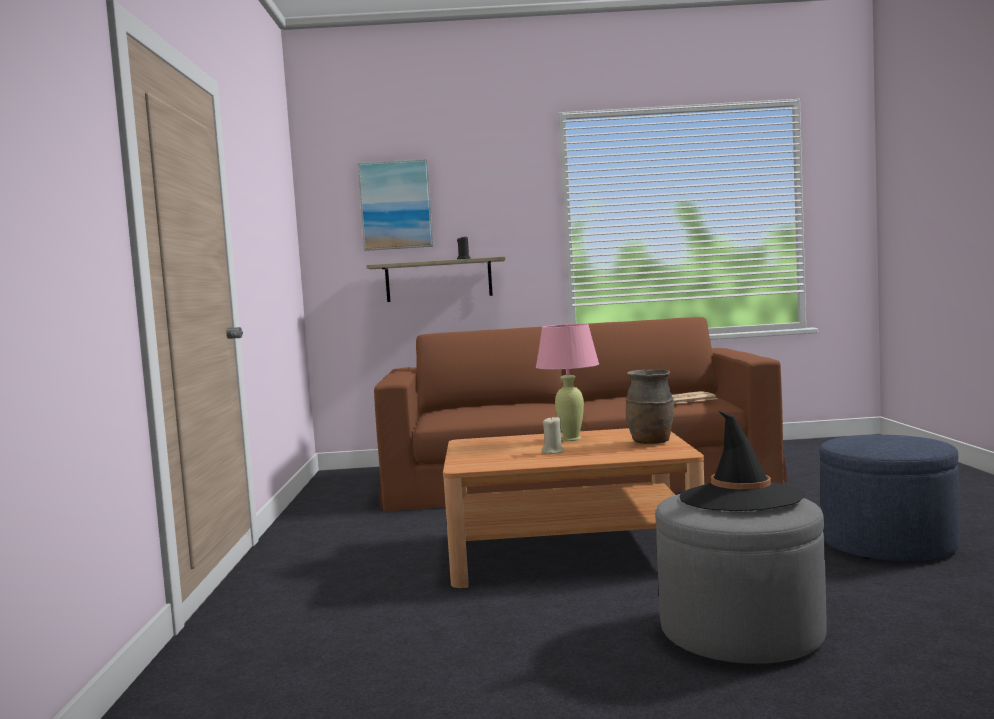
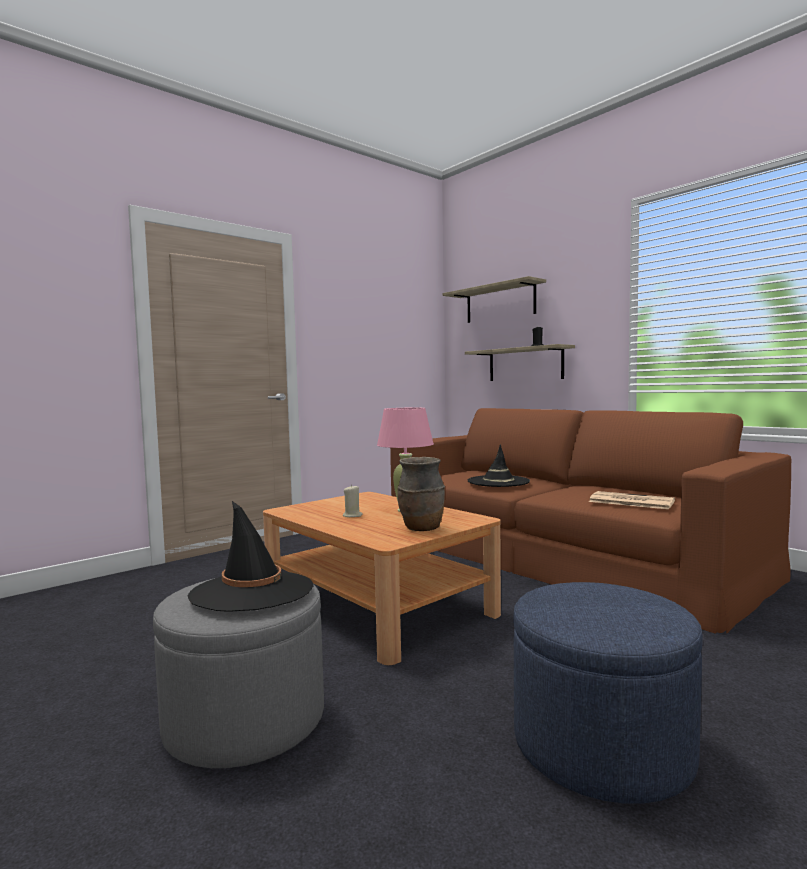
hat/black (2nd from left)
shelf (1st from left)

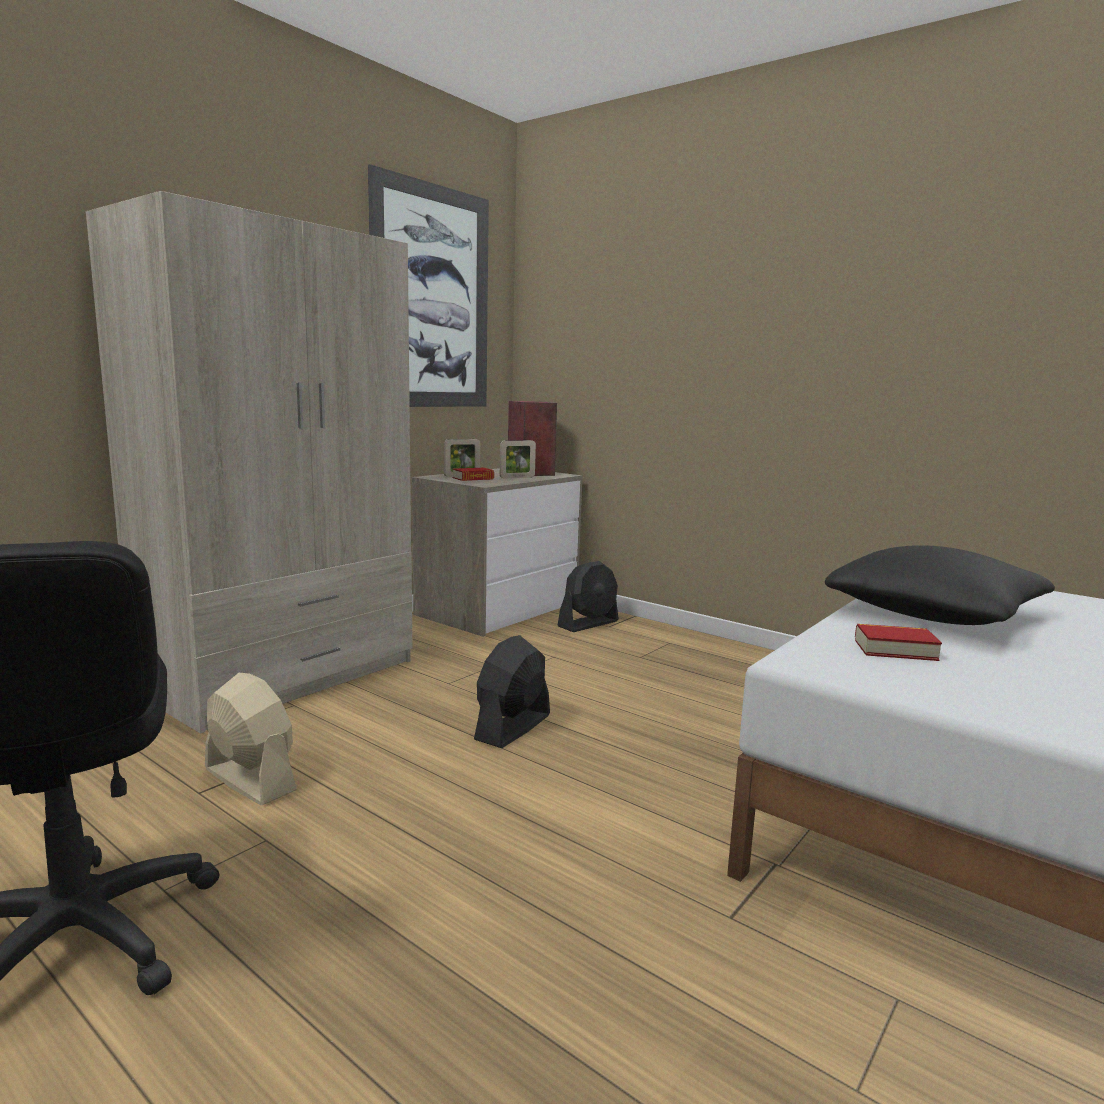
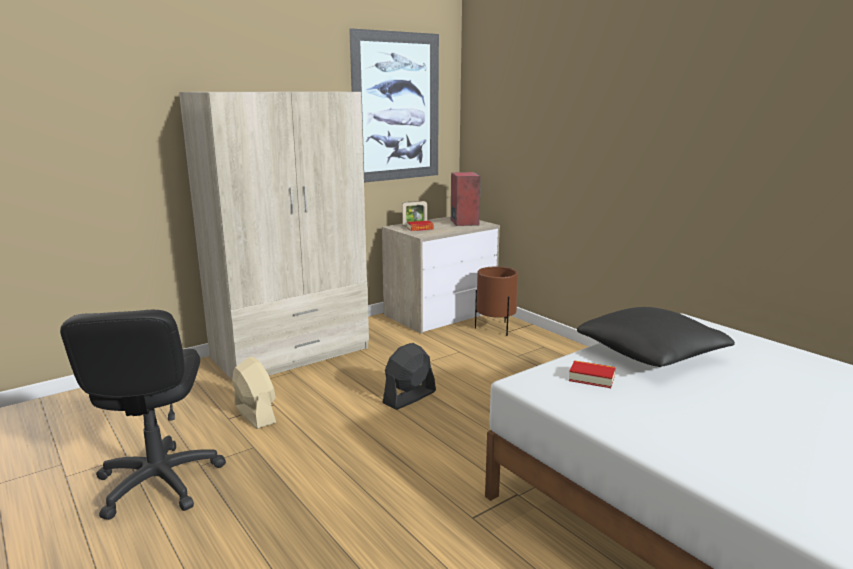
picture frame (2nd from left in the first image)
planter/brown

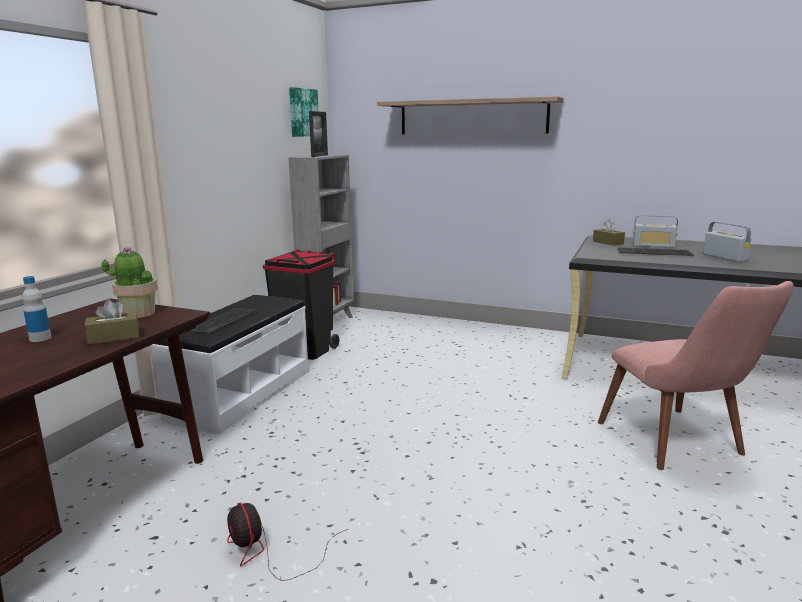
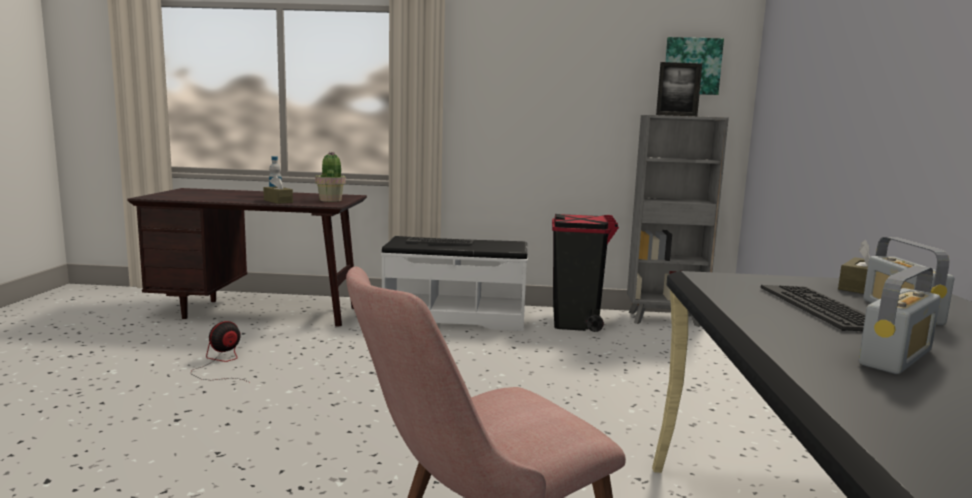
shelf

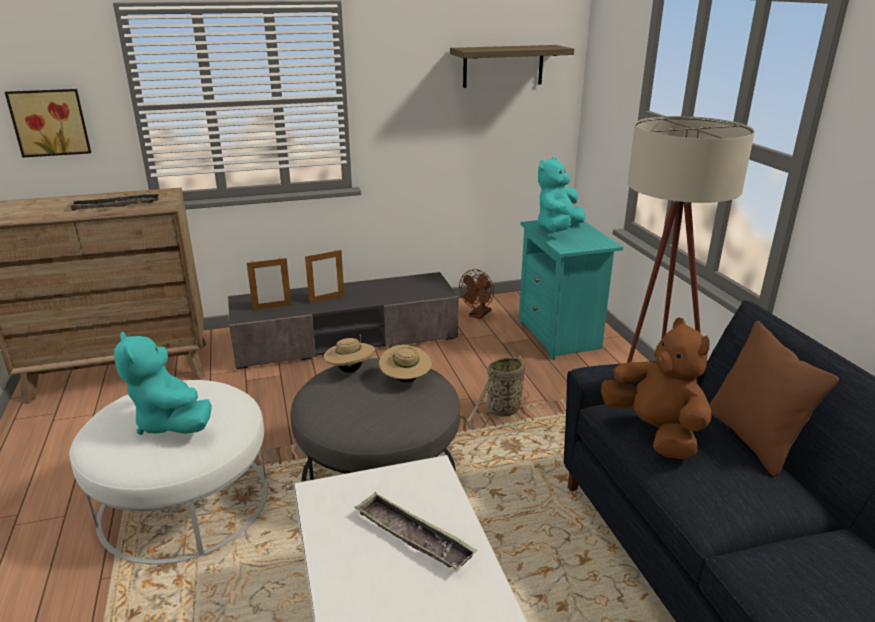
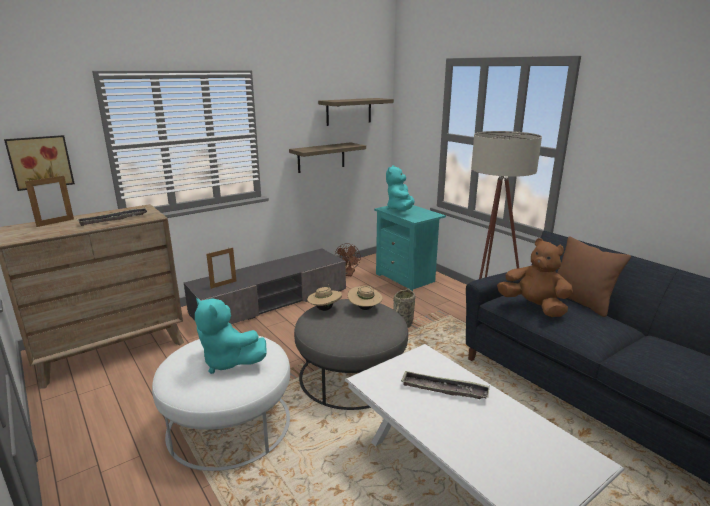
shelf (1st from left)
picture frame (1st from left)

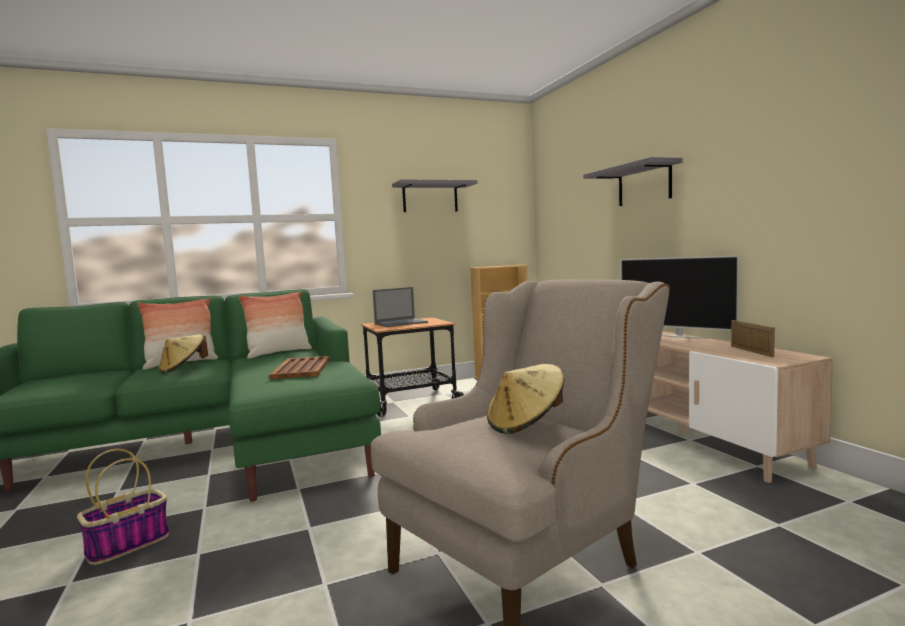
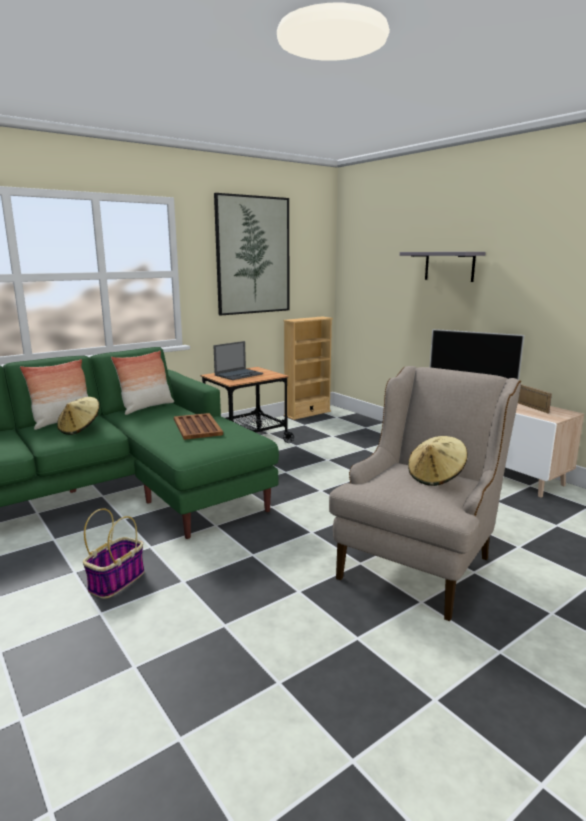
picture

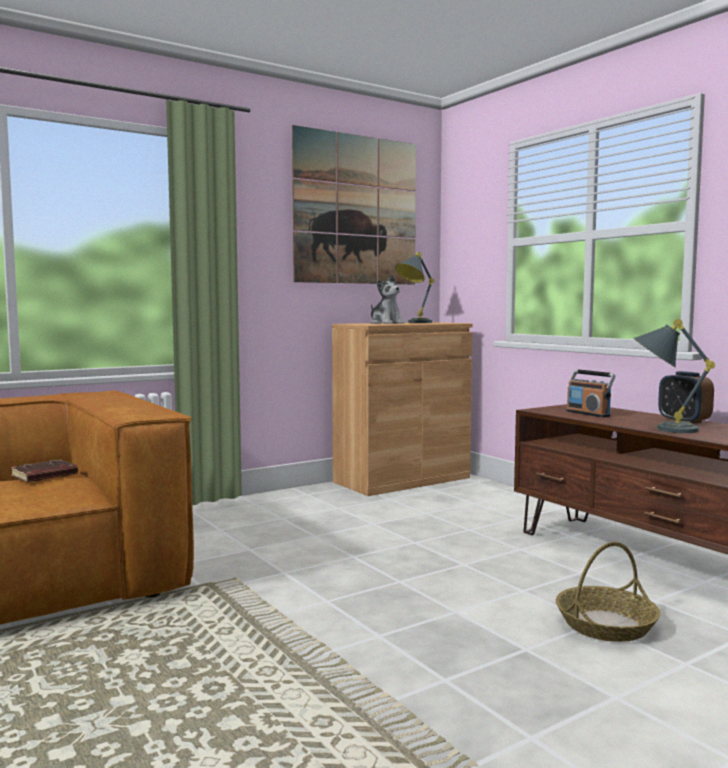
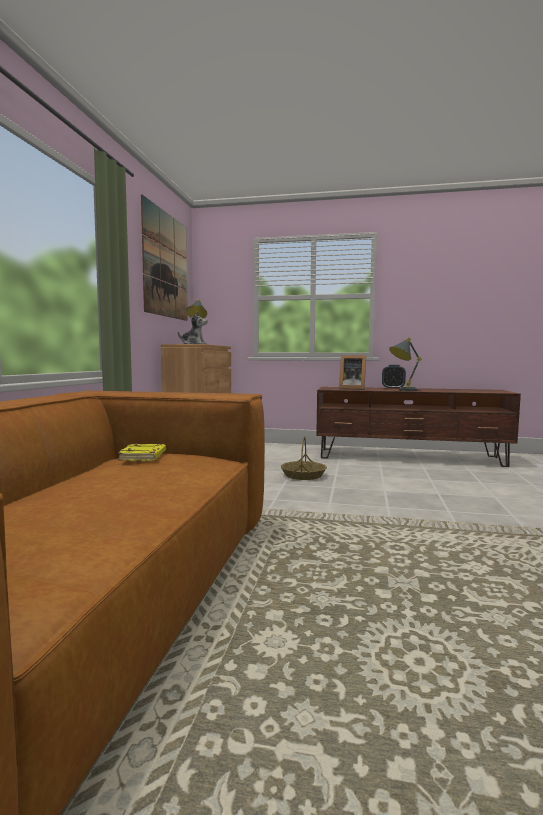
basket
picture frame
book/yellow

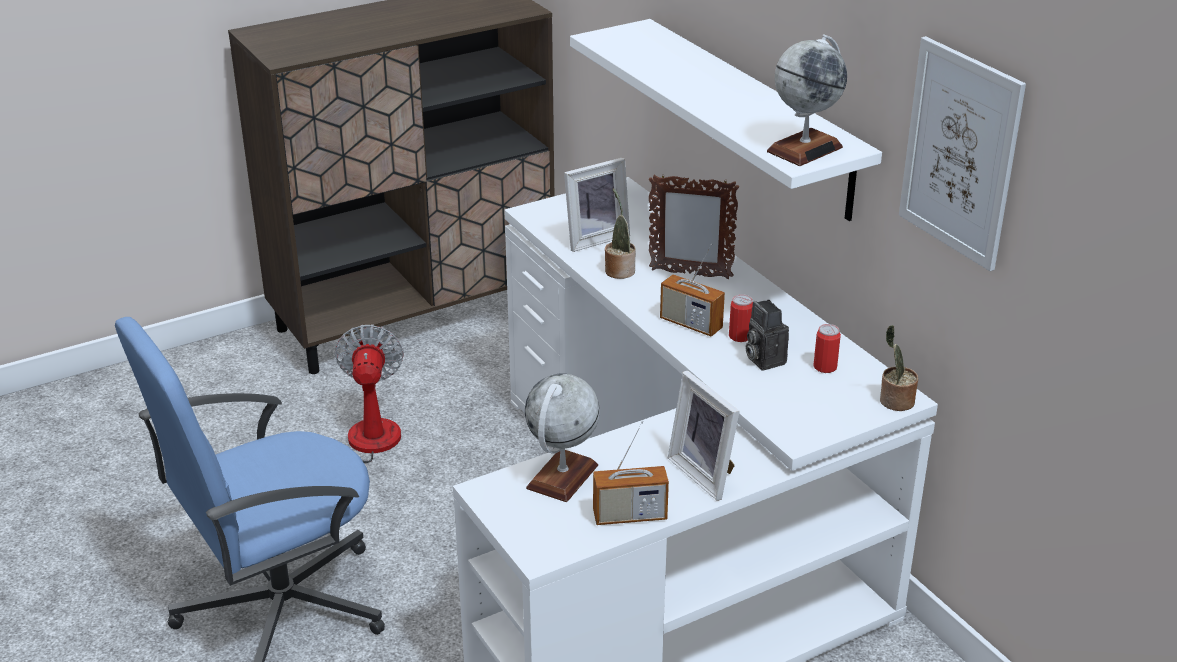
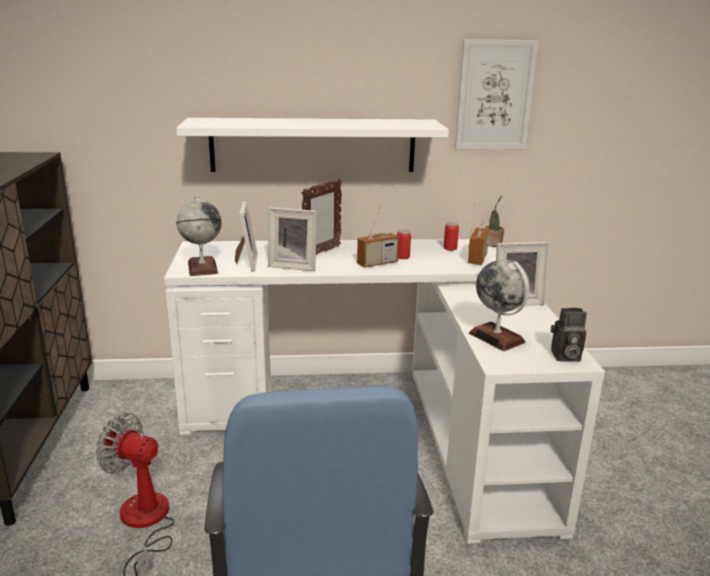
radio (2nd from left)
photo camera
globe (1st from left)
picture frame (2nd from left)

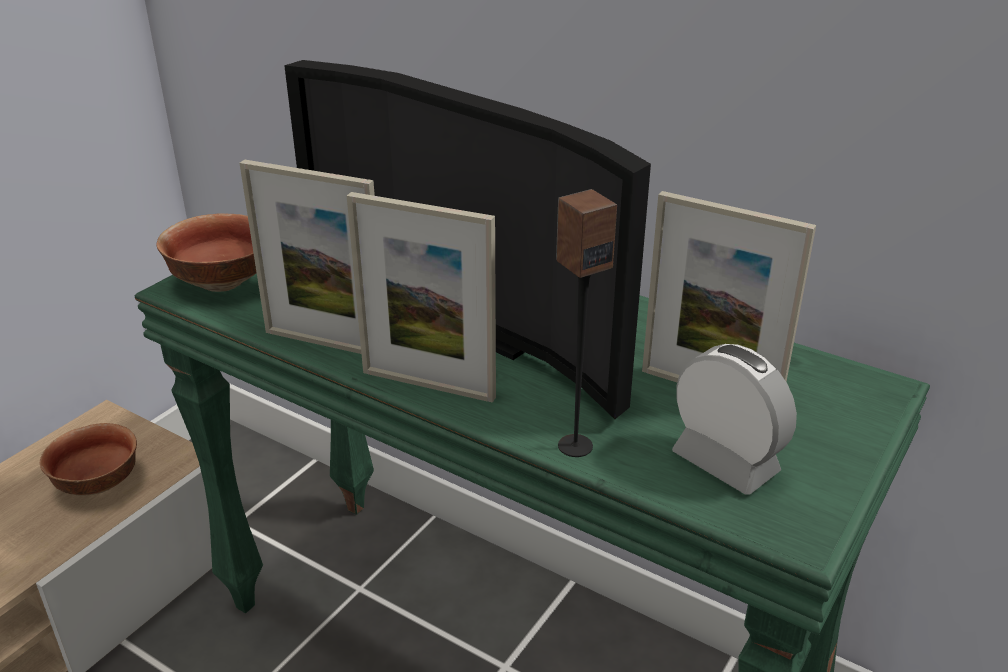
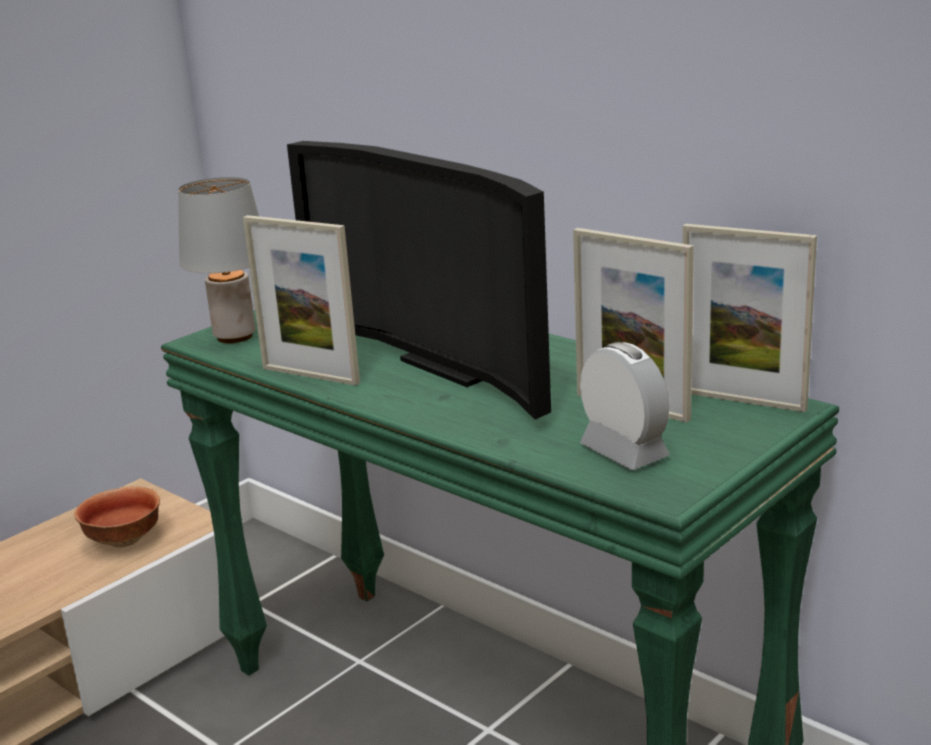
speaker
picture frame (3rd from left)
table lamp/grey

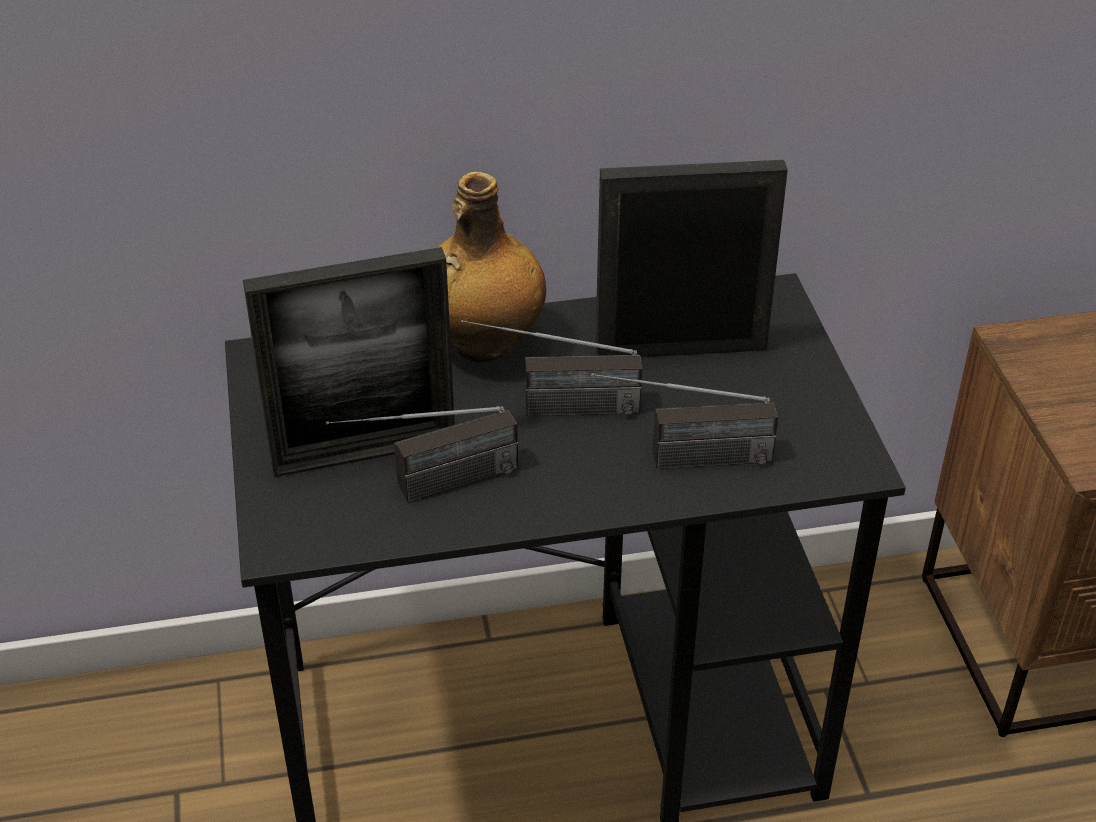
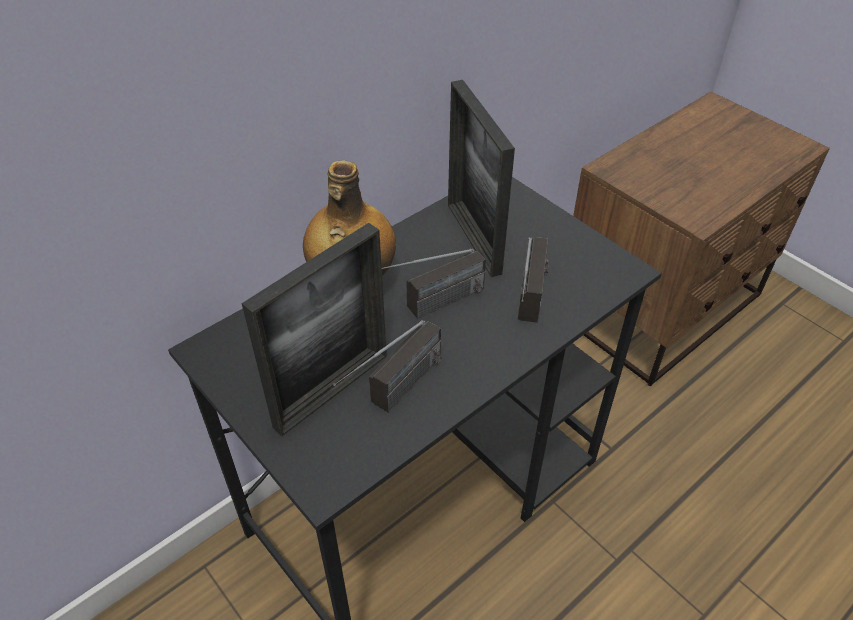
radio (3rd from left)
picture frame (2nd from left)

